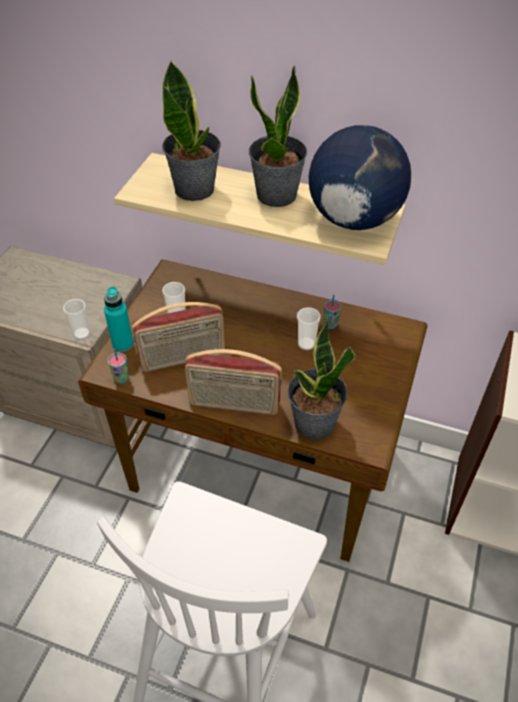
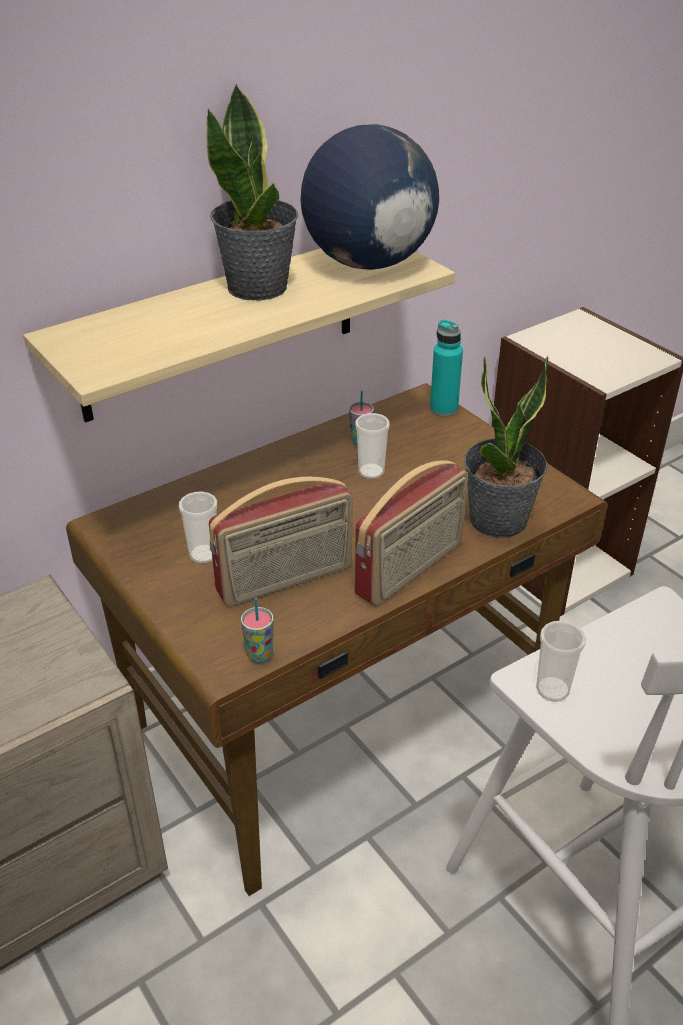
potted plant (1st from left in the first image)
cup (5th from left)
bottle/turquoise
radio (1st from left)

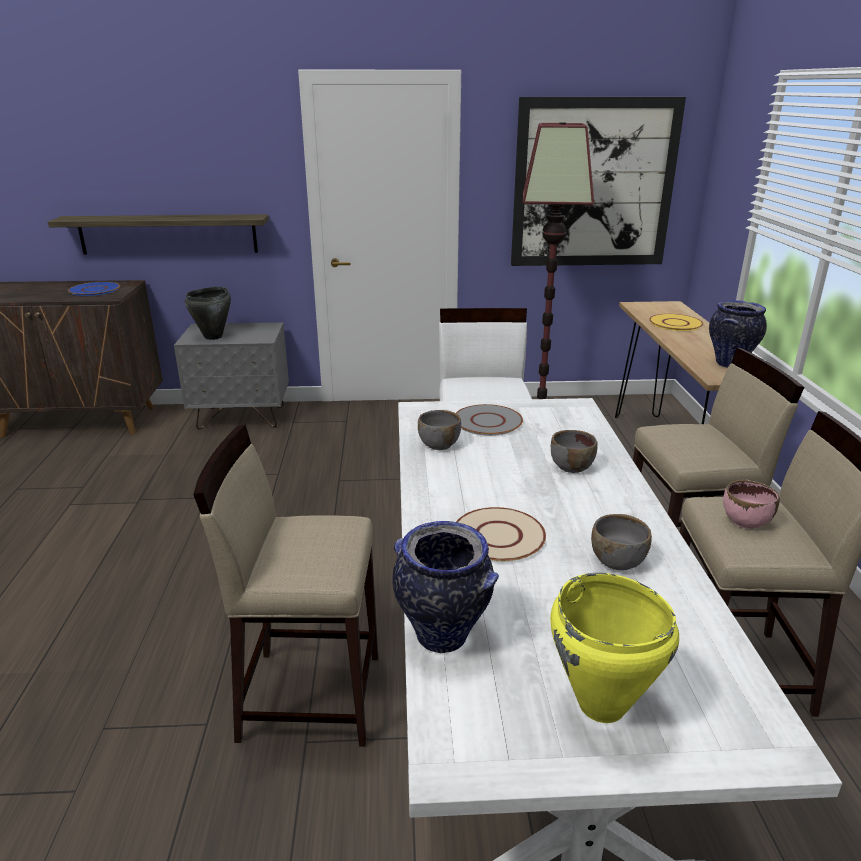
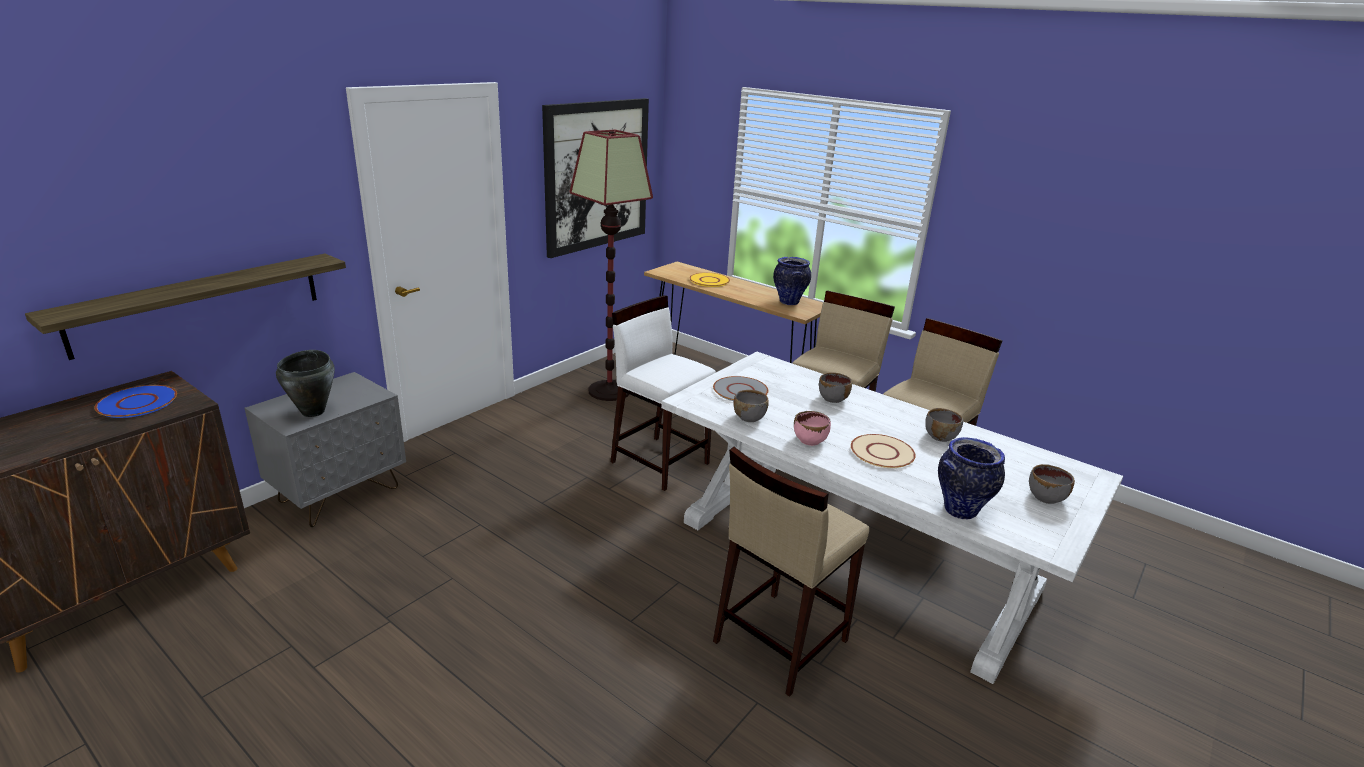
bowl/pink
bowl/grey (4th from left)

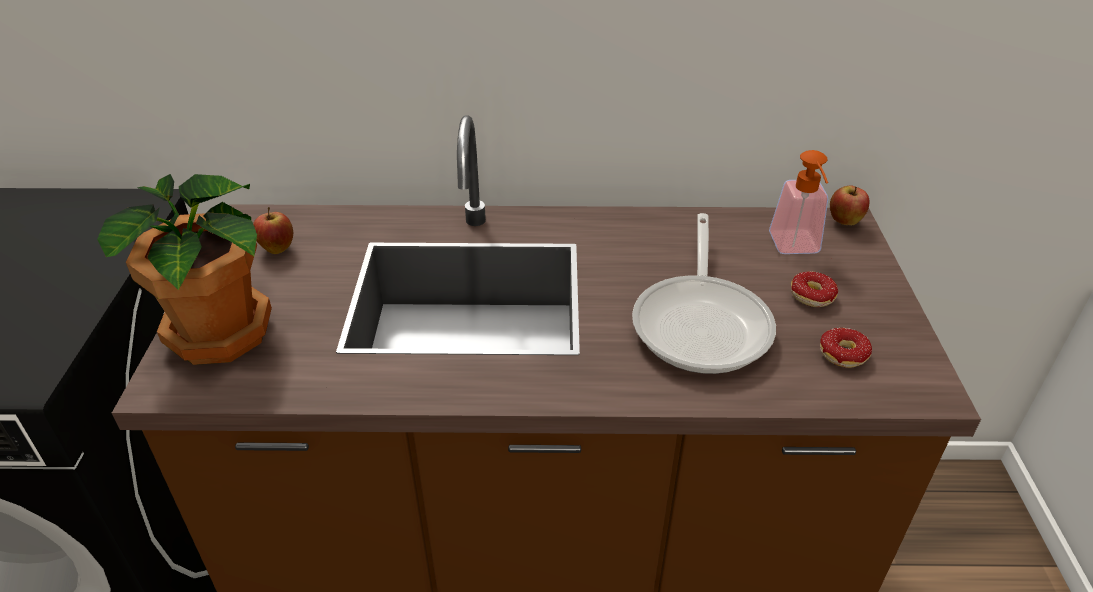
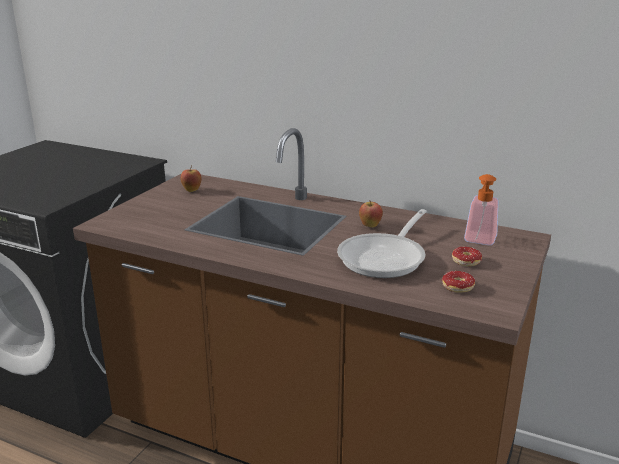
potted plant
apple (2nd from left)

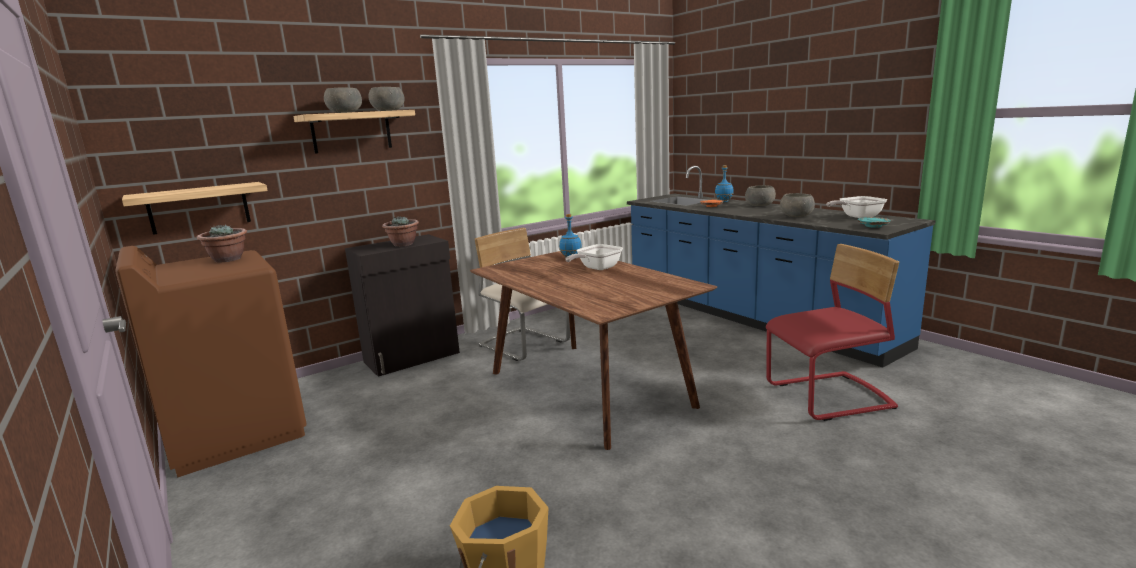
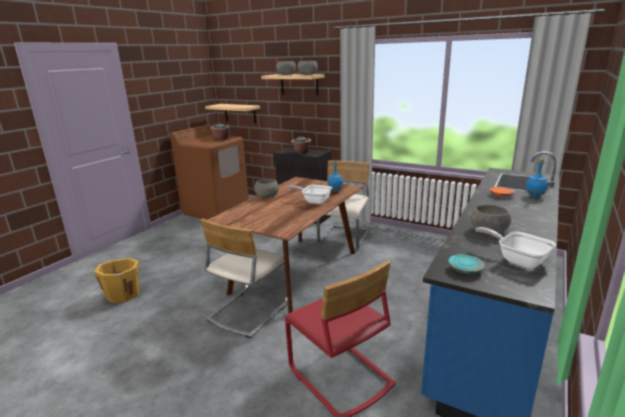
chair/beige (1st from left)
bowl/grey (1st from left)

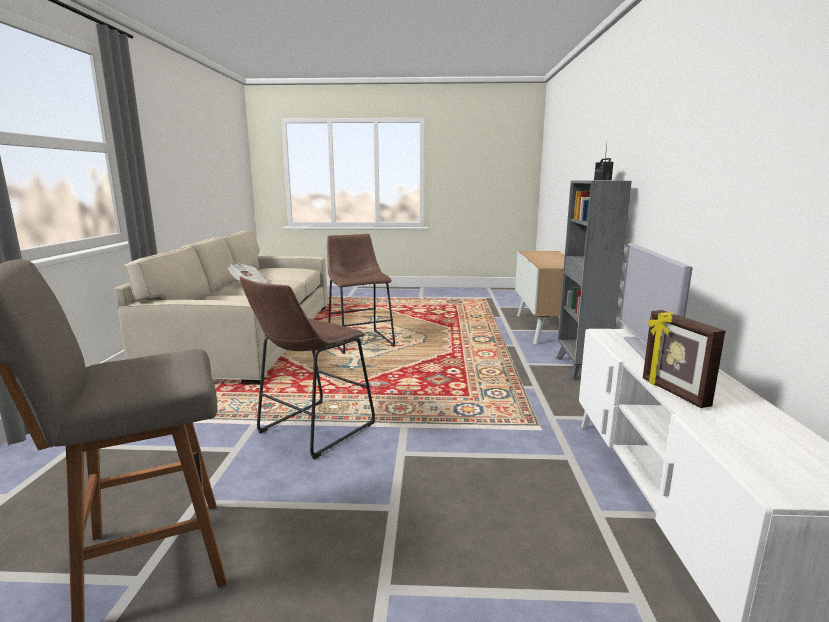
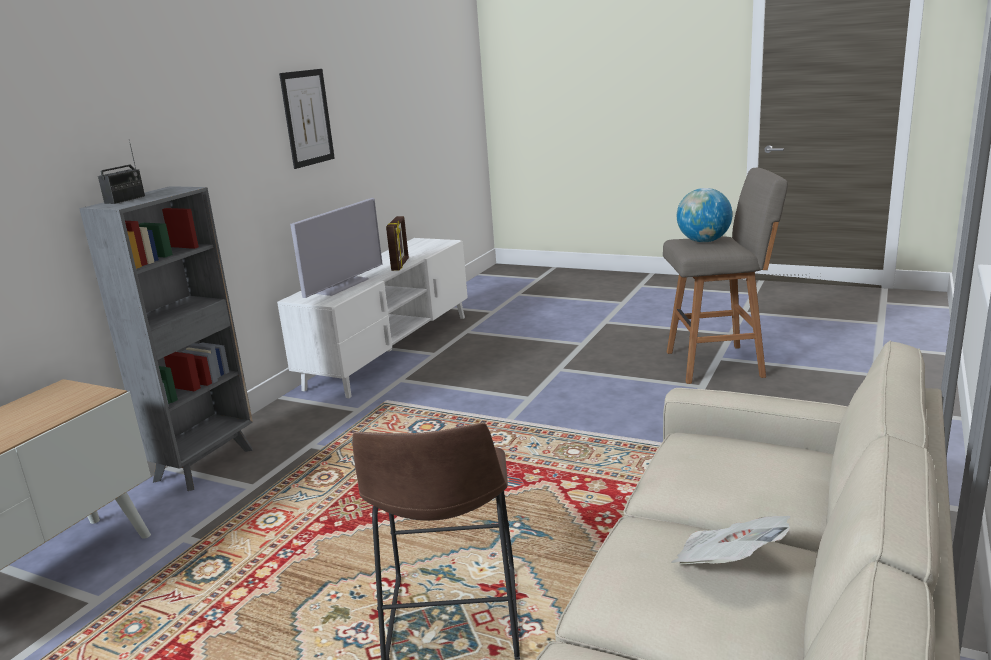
stool/brown (1st from left in the first image)
picture
globe

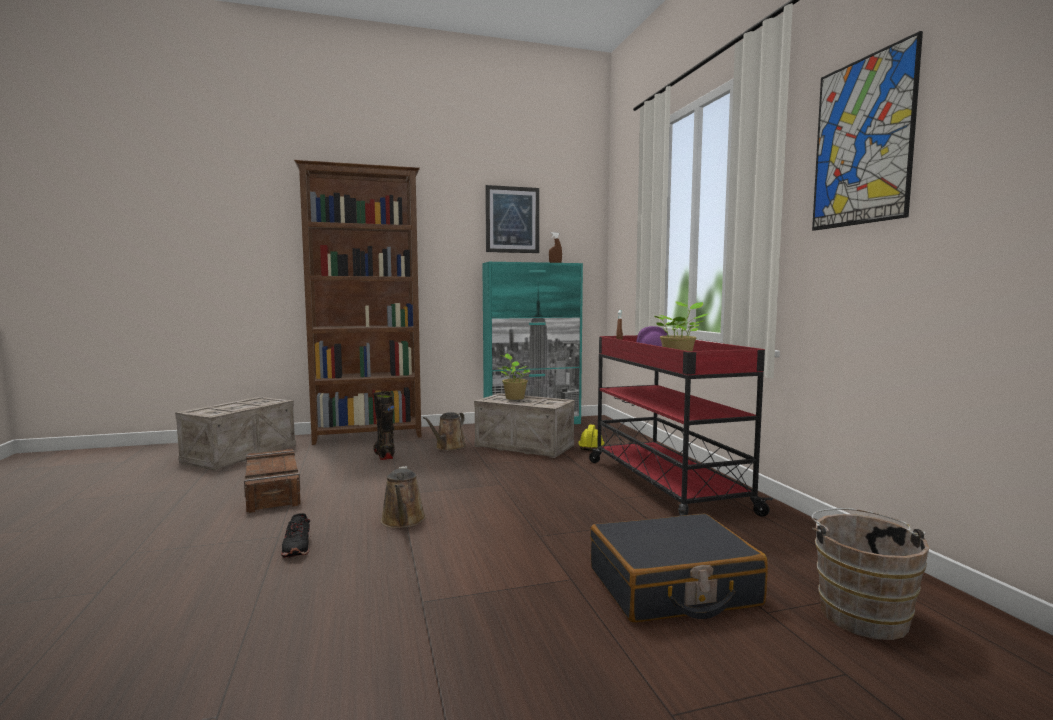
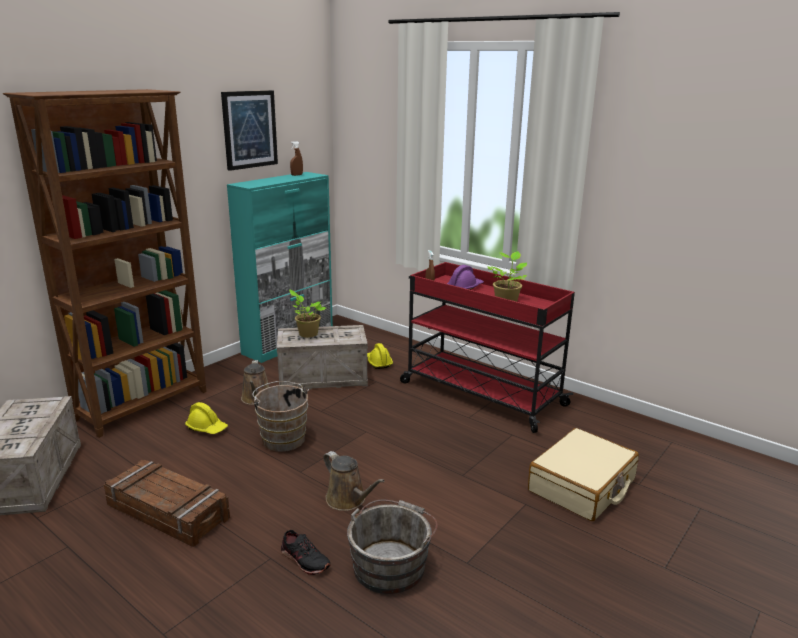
picture (2nd from left in the first image)
bucket/grey
bucket/brown
hard hat/yellow (1st from left)
suitcase/beige

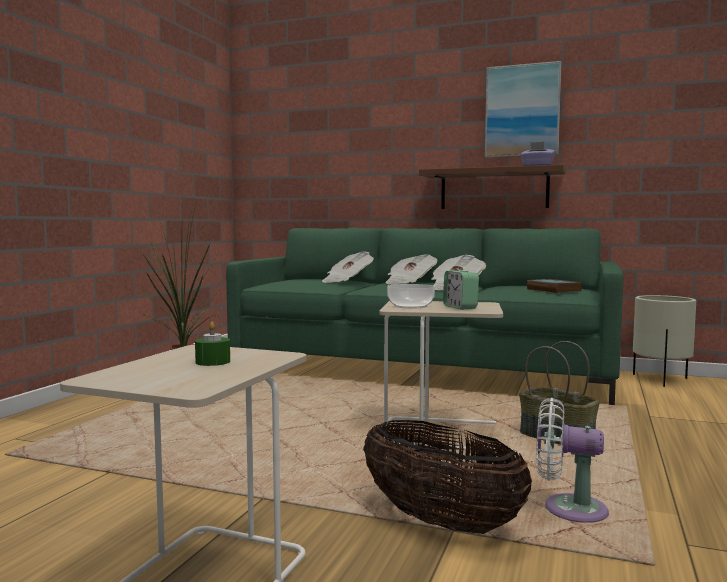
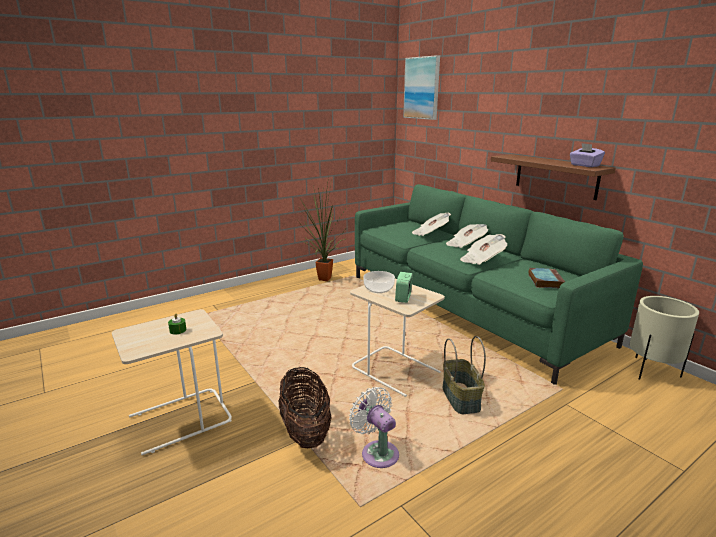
picture

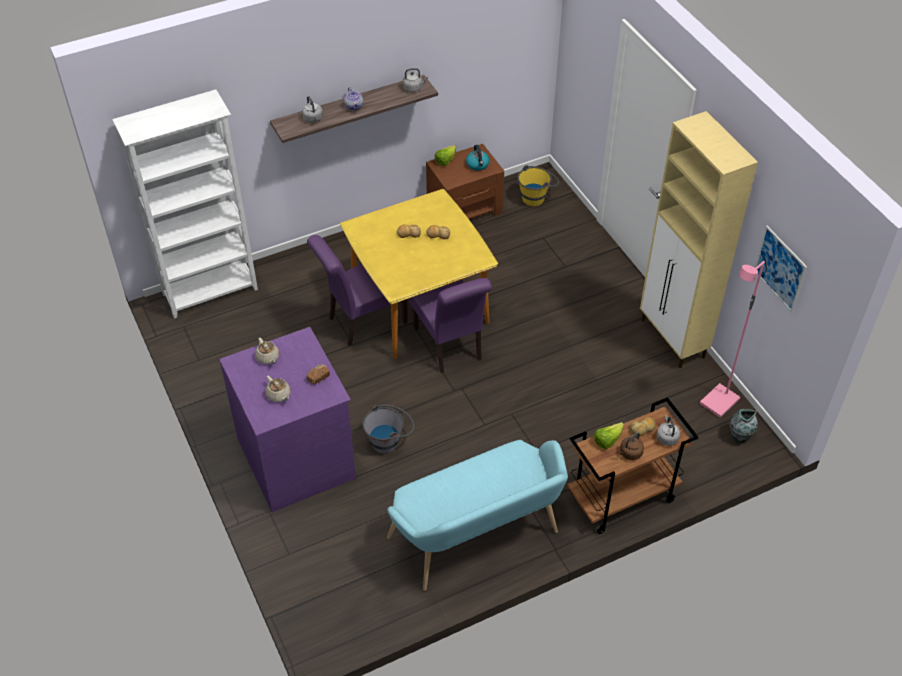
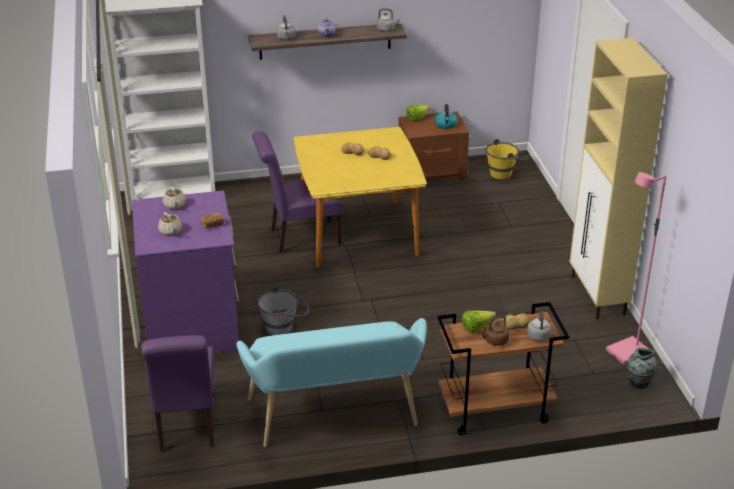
picture
chair/purple (1st from left)

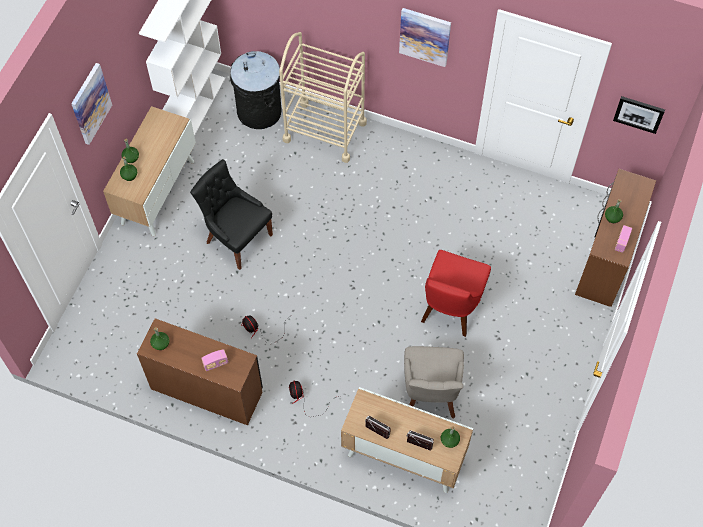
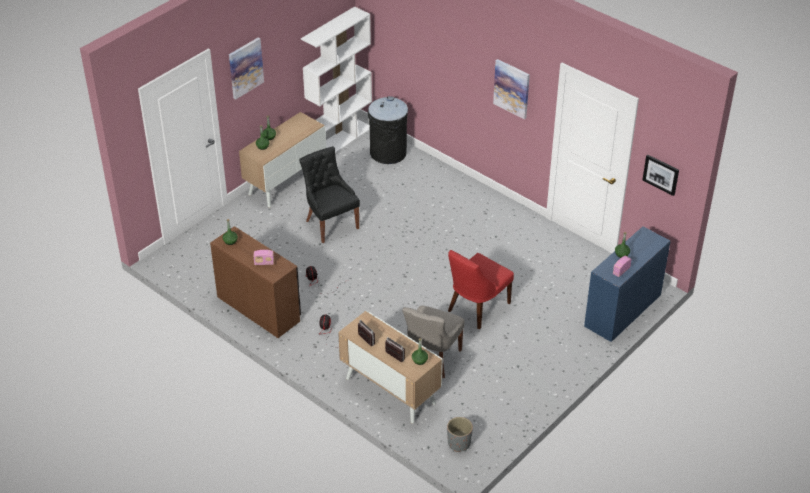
cart/beige
planter/grey
desk/blue

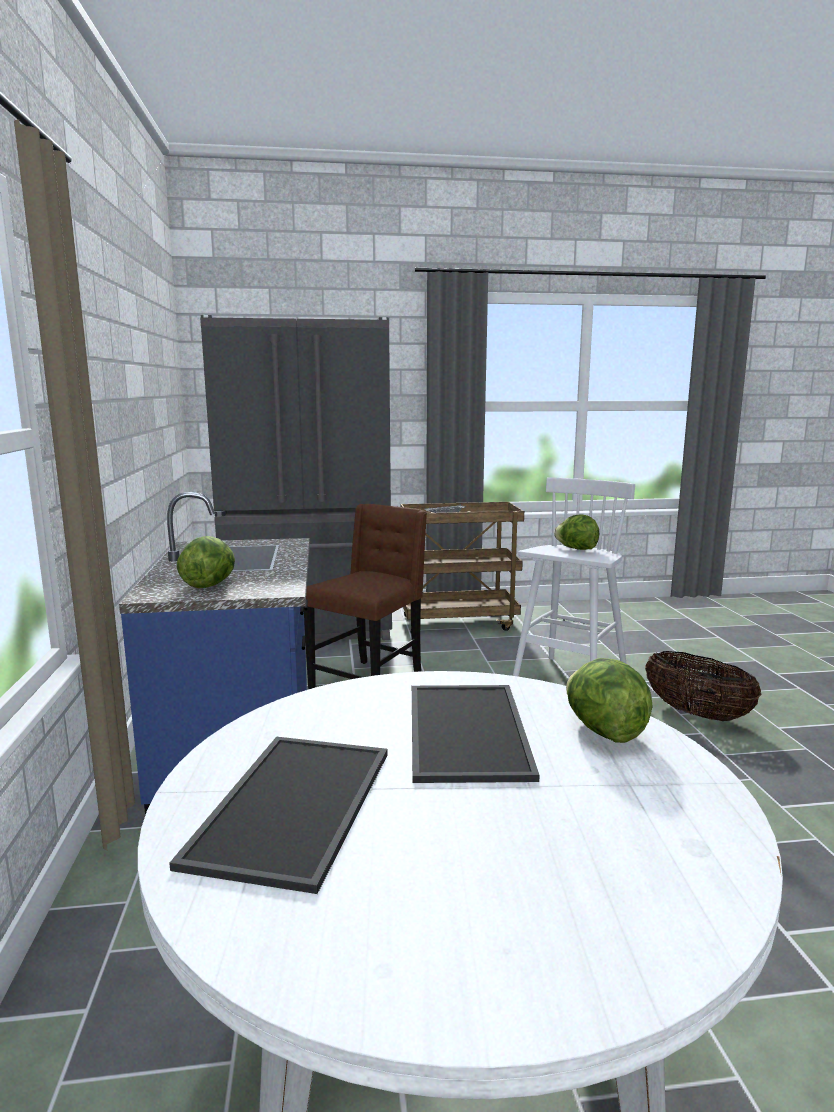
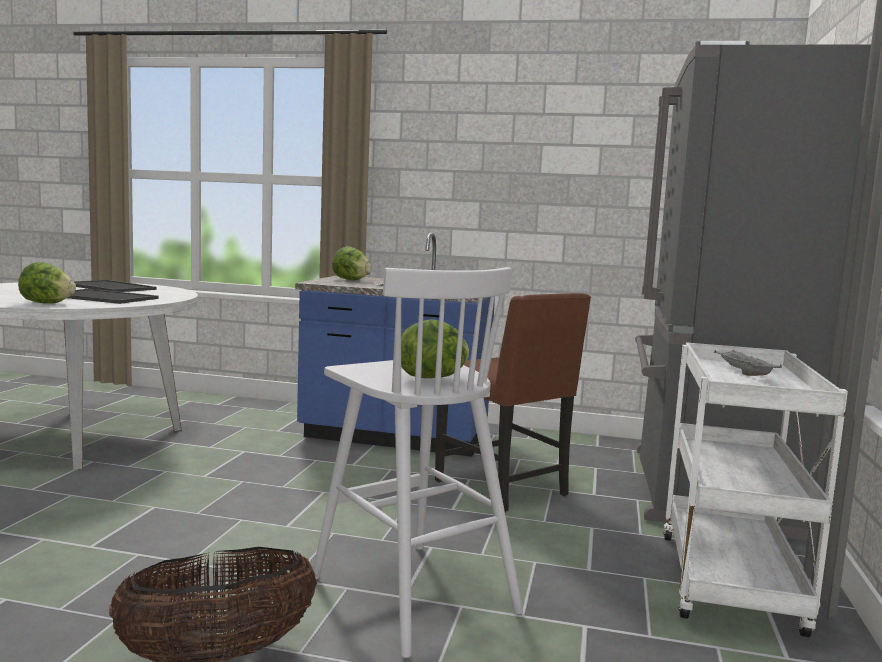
cart/white

